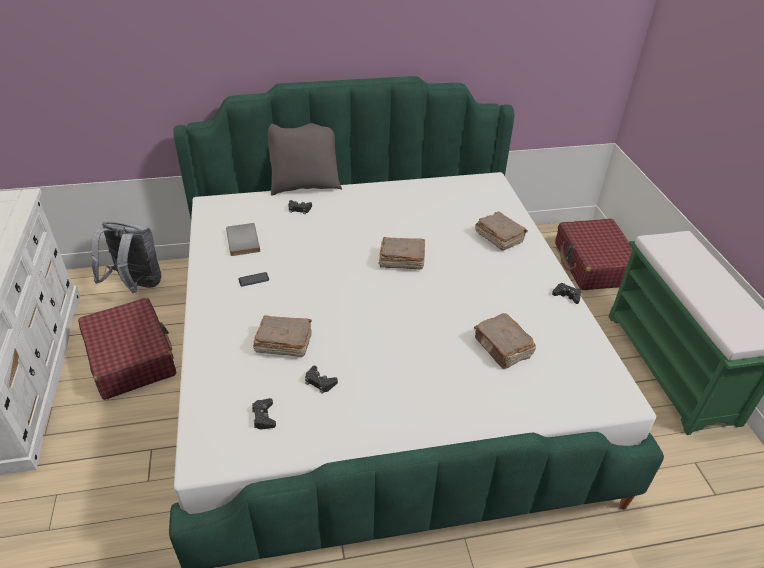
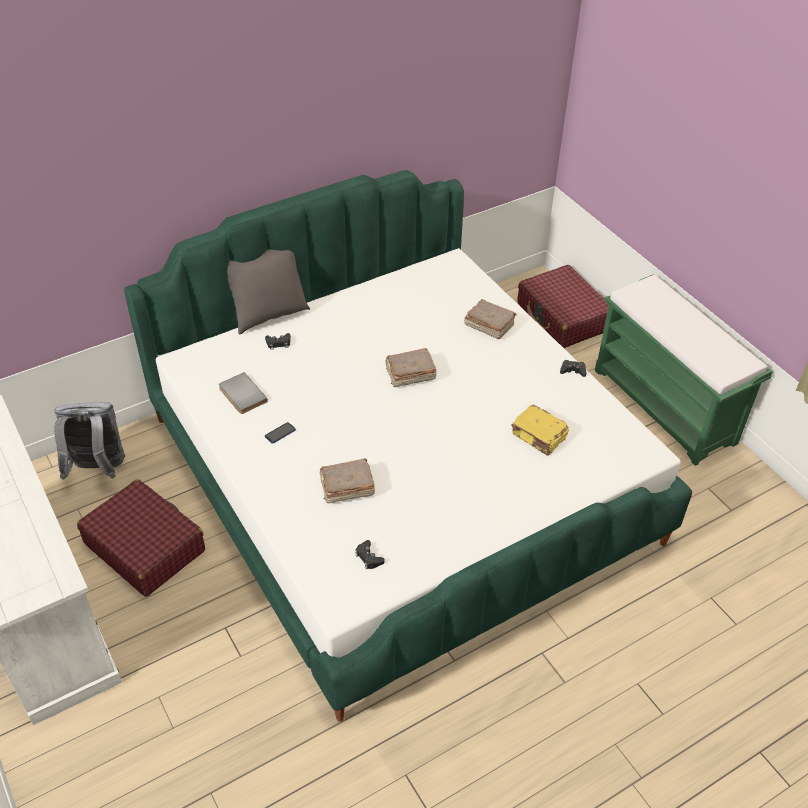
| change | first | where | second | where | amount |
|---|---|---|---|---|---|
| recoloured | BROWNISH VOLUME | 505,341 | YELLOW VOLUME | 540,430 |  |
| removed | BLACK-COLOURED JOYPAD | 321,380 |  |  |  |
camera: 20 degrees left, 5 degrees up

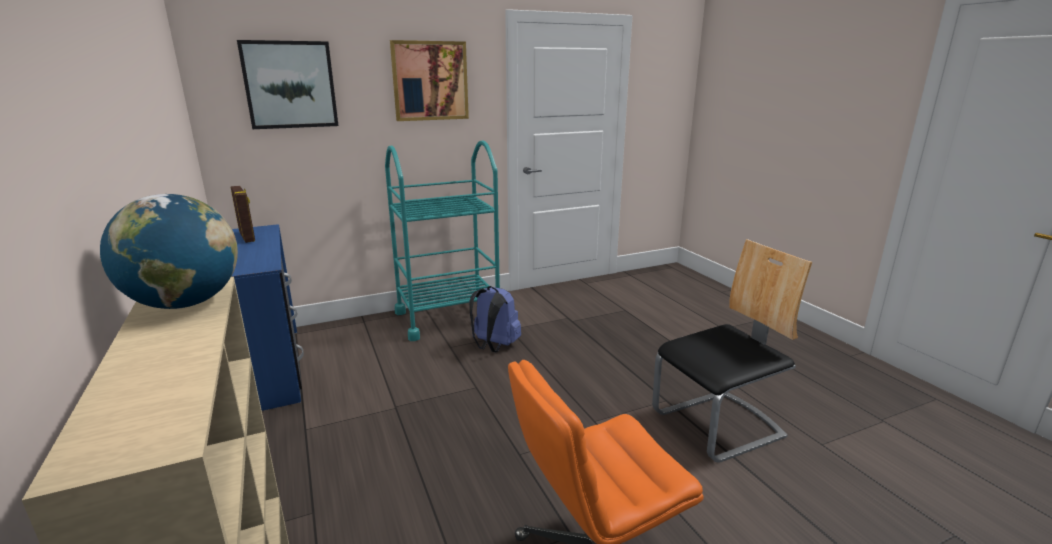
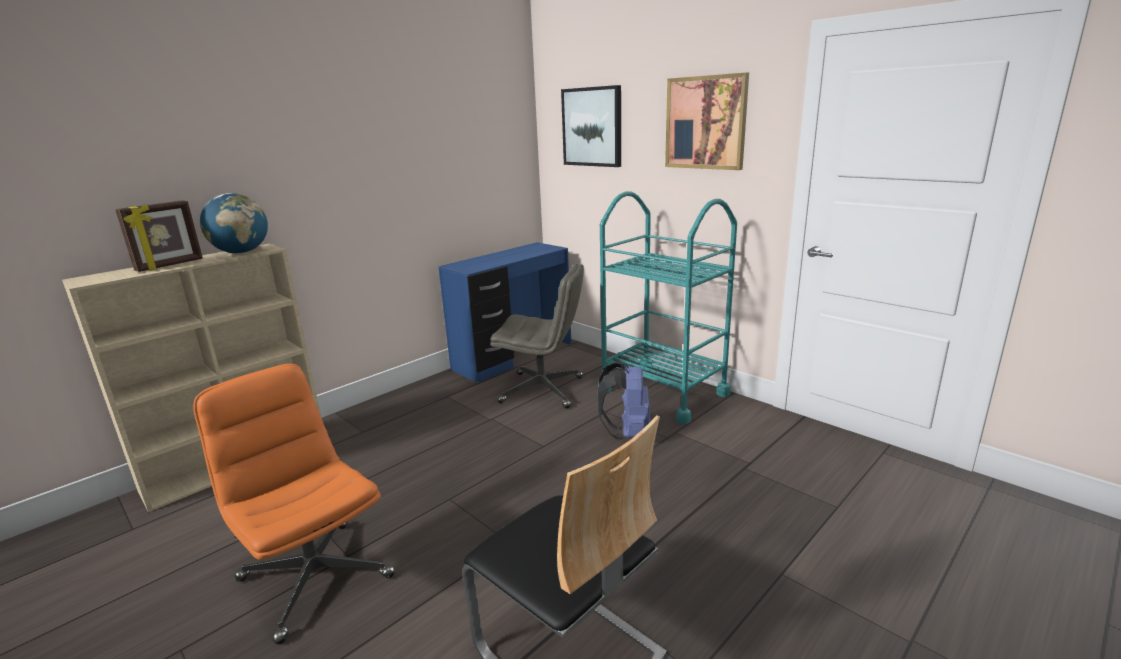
| change | first | where | second | where | amount |
|---|---|---|---|---|---|
| moved | PICTURE FRAME | 243,214 |  | 159,236 |  |
| added |  |  | GREYISH OFFICE CHAIR | 537,336 |  |
camera: 70 degrees right, 0 degrees up

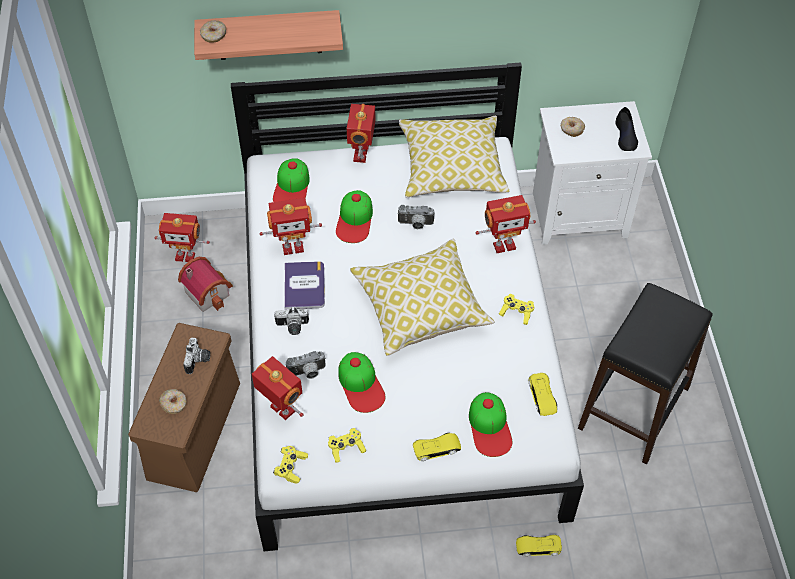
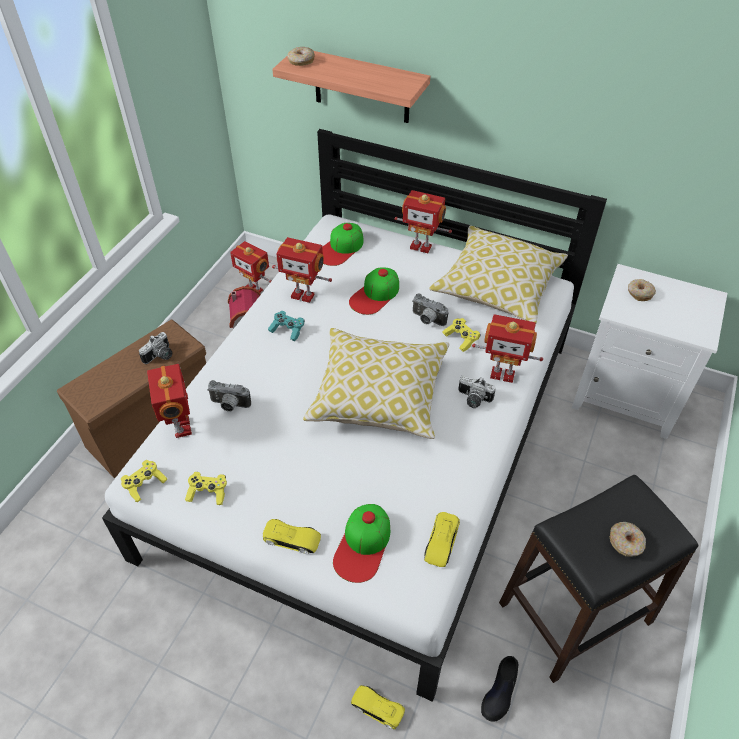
| change | first | where | second | where | amount |
|---|---|---|---|---|---|
| turned | ROBOT FIGURE | 361,133 |  | 423,221 | 105 degrees counterclockwise |
| moved | BLACK-COLOURED ITEM OF FOOTWEAR | 626,129 |  | 499,689 |  |
| replaced | VOLUME | 304,285 | TURQUOISE-COLOURED JOYPAD | 286,326 |  |
| moved | YELLOW JOYPAD | 516,309 |  | 462,335 |  |
| moved | STILL CAMERA | 292,321 |  | 477,391 |  |
| removed | BASEBALL CAP | 361,382 |  |  |  |
| moved | RING DOUGHNUT | 173,401 |  | 628,539 |  |
camera: 30 degrees right, 5 degrees down

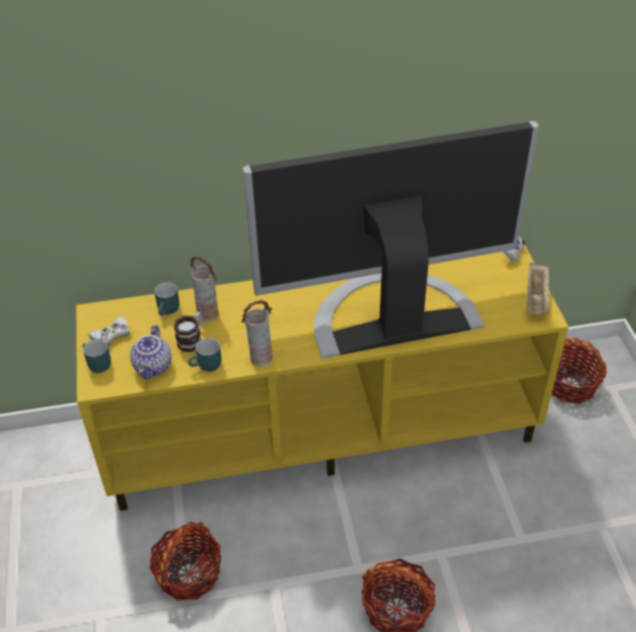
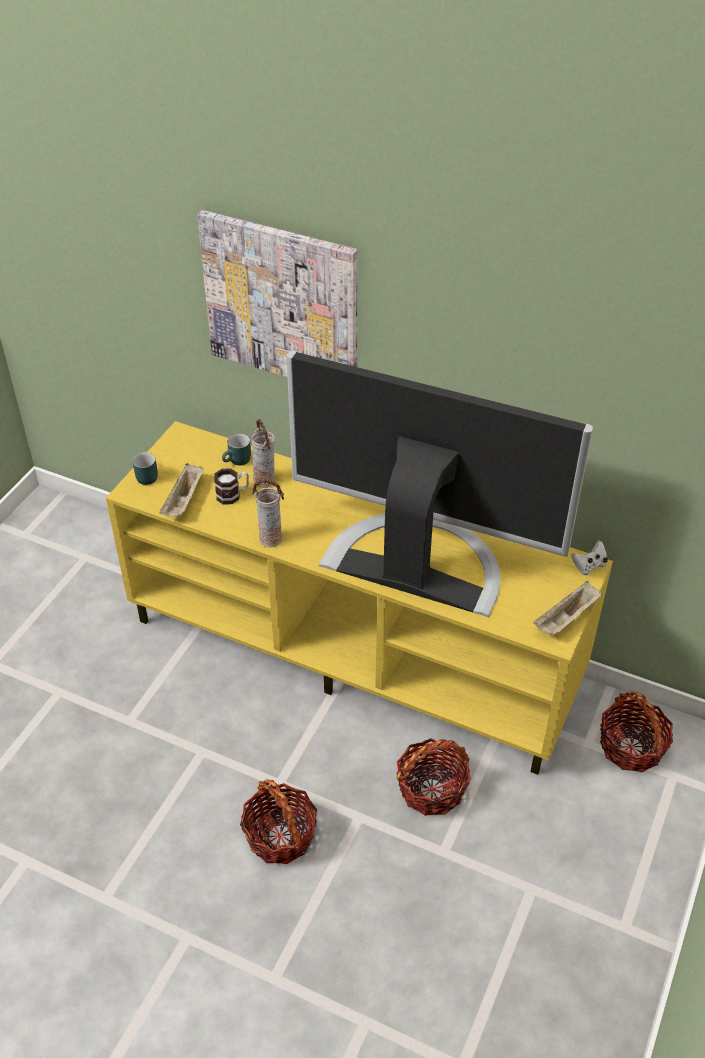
| change | first | where | second | where | amount |
|---|---|---|---|---|---|
| removed | WHITISH JOYPAD | 109,331 |  |  |  |
| replaced | POT FOR TEA | 150,352 | SAND-COLOURED CARRYING TRAY | 181,490 |  |
| removed | TURQUOISE-COLOURED MUG | 204,355 |  |  |  |
| moved | HOUSEHOLD BASKET | 185,561 |  | 434,777 |  |
| added |  |  | WALL PICTURE | 277,293 |  |
camera: 35 degrees right, 0 degrees up

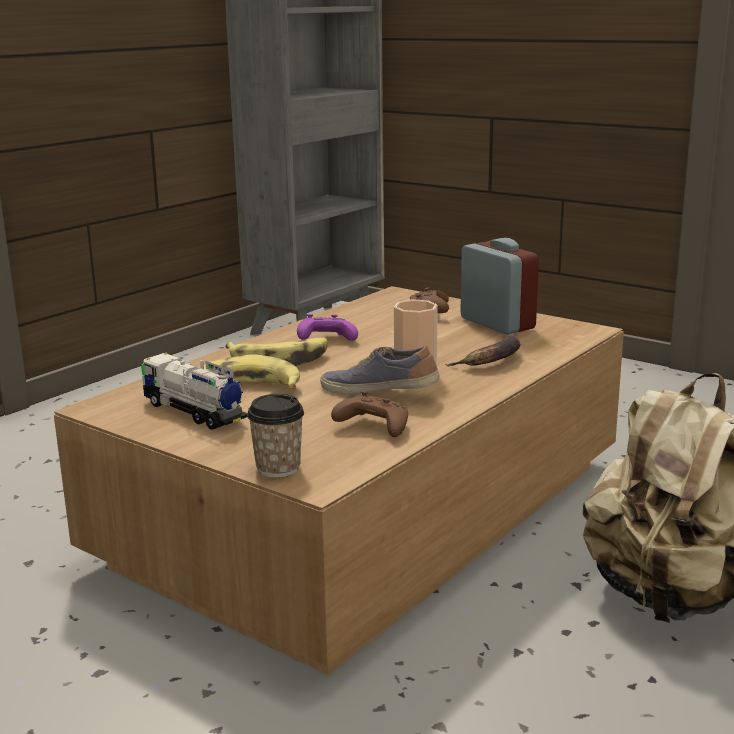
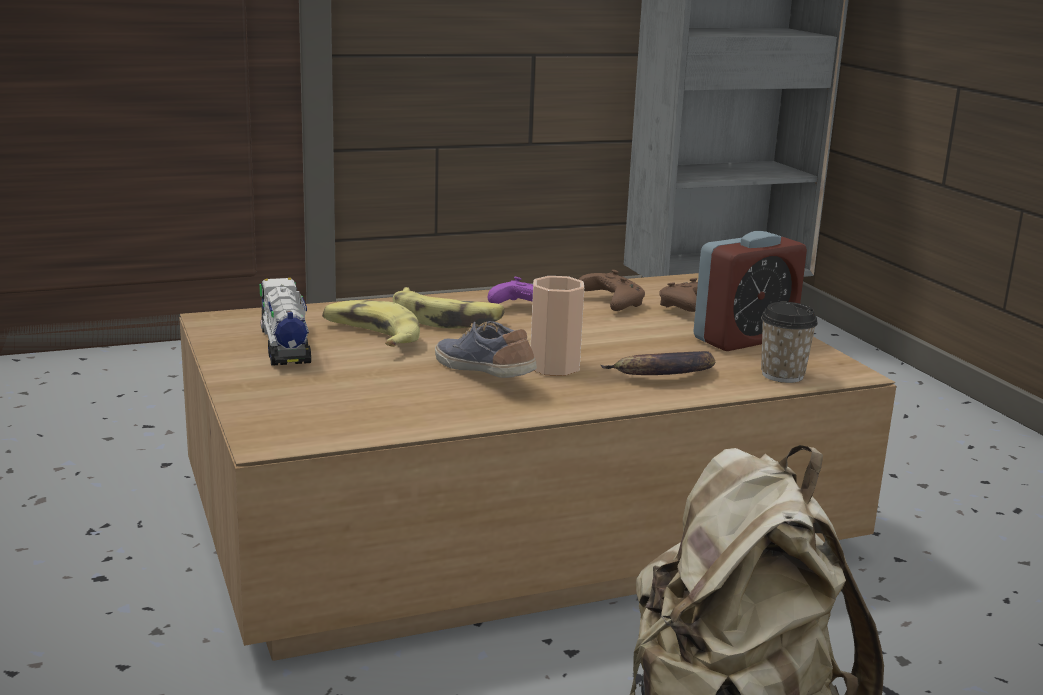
| change | first | where | second | where | amount |
|---|---|---|---|---|---|
| turned | BEDSIDE CLOCK | 500,286 |  | 750,291 | 60 degrees clockwise |
| moved | BROWNISH JOYPAD | 369,414 |  | 611,290 |  |
| moved | CUP | 275,436 |  | 789,342 |  |
camera: 30 degrees right, 0 degrees up

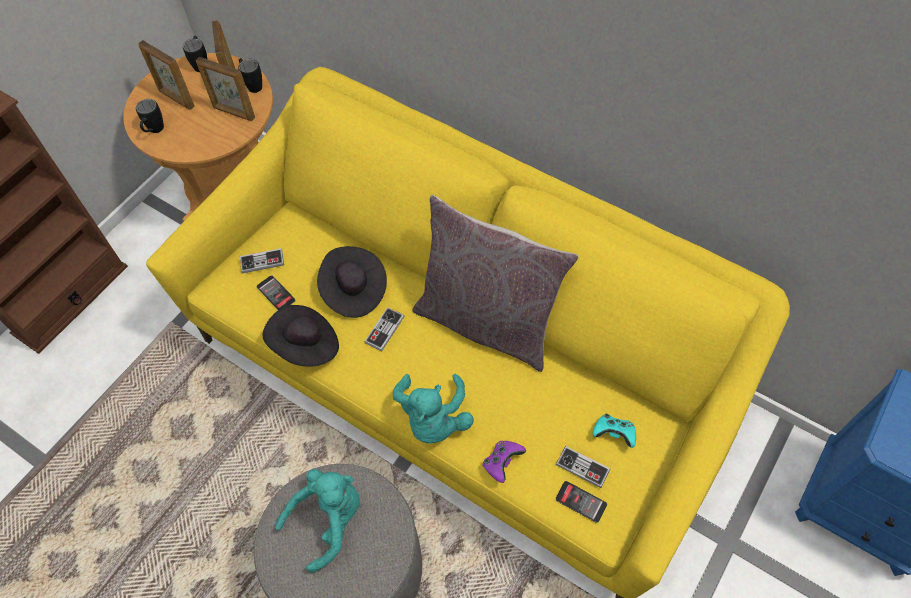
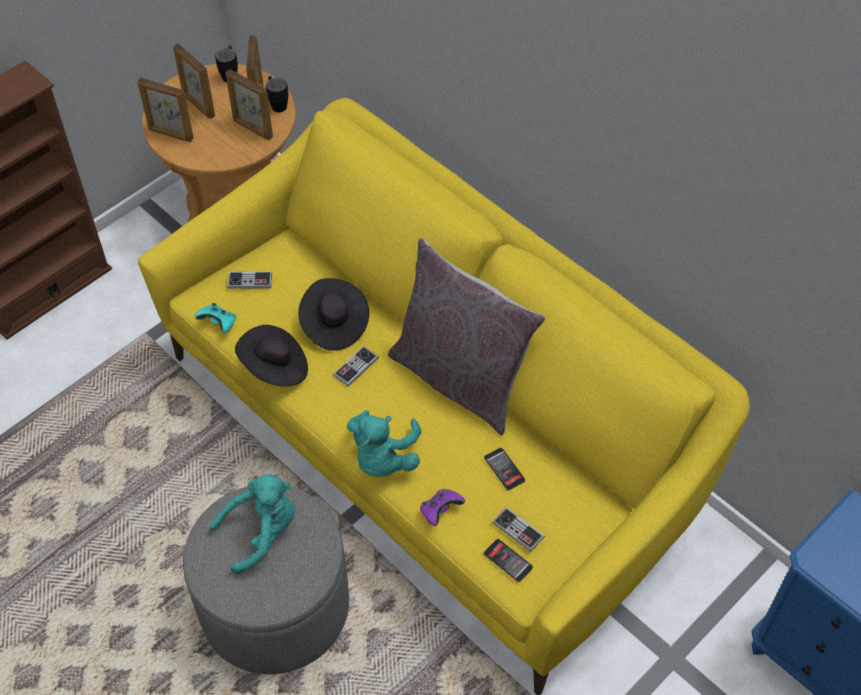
| change | first | where | second | where | amount |
|---|---|---|---|---|---|
| replaced | BLACK-COLOURED MUG | 150,116 | PICTURE FRAME | 165,110 |  |
| moved | HANDSET | 276,292 |  | 504,469 |  |
| moved | TURQUOISE-COLOURED JOYPAD | 614,431 |  | 216,318 |  |
camera: 10 degrees right, 5 degrees down

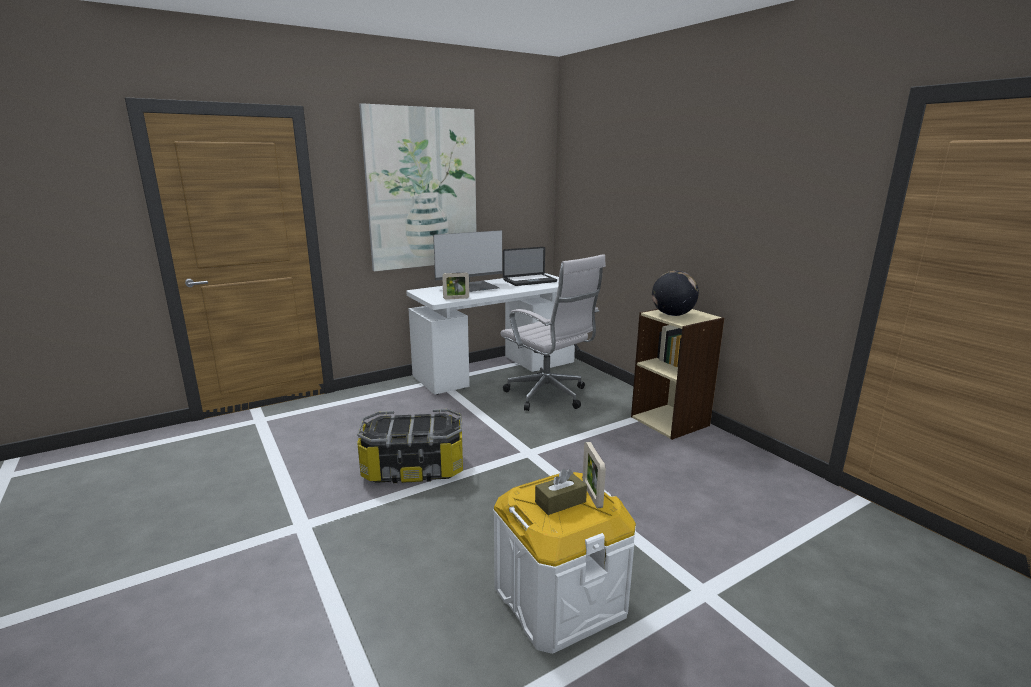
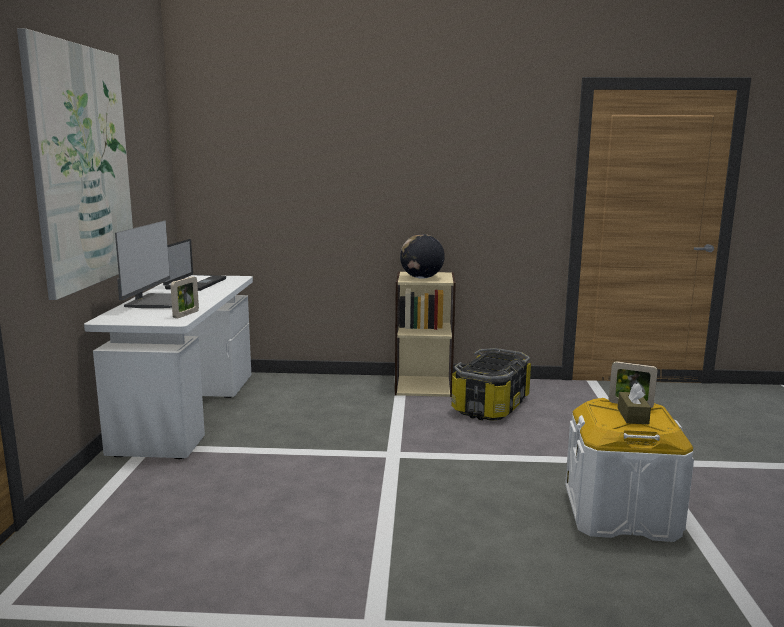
| change | first | where | second | where | amount |
|---|---|---|---|---|---|
| removed | WHITISH OFFICE CHAIR | 553,332 |  |  |  |
| moved | STORAGE CONTAINER | 410,446 |  | 491,384 |  |
camera: 55 degrees left, 5 degrees down

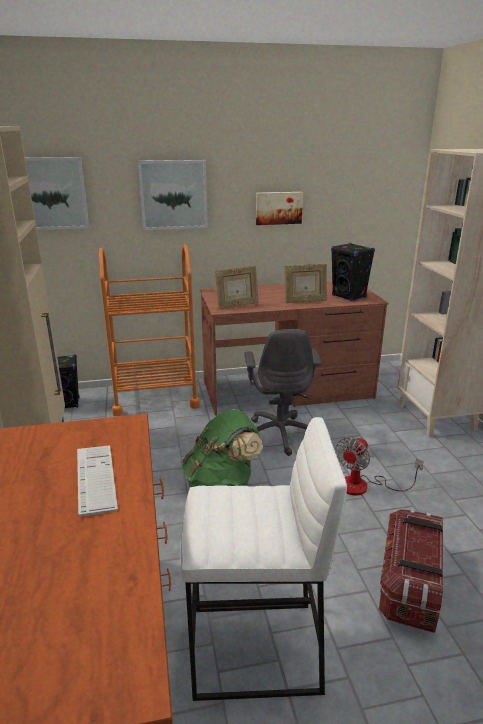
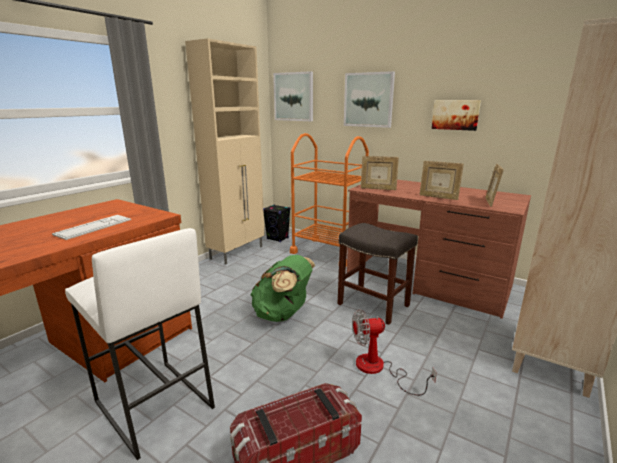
| change | first | where | second | where | amount |
|---|---|---|---|---|---|
| replaced | BLACK-COLOURED LOUDSPEAKER | 353,272 | PICTURE FRAME | 494,185 |  |
| replaced | GREYISH OFFICE CHAIR | 282,392 | GREYISH SITTING STOOL | 378,274 |  |
camera: 45 degrees right, 5 degrees down

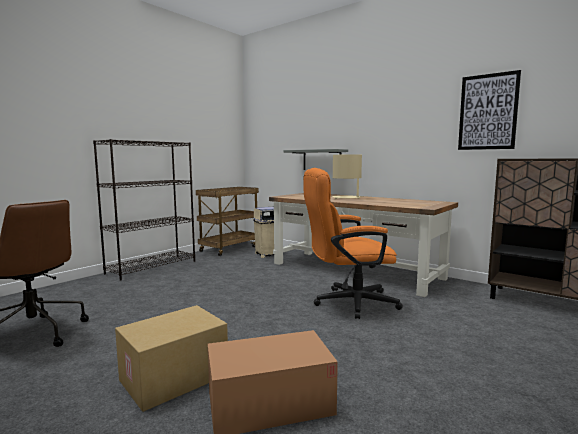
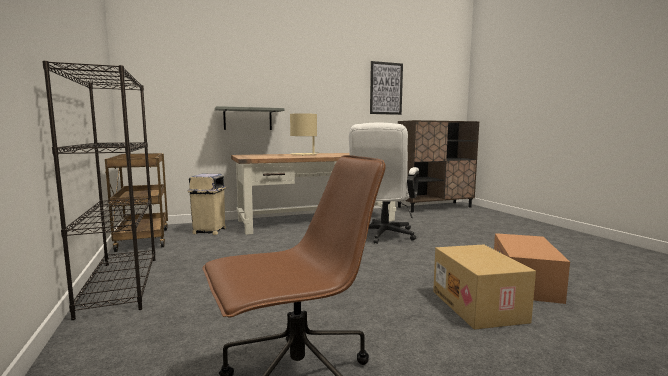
| change | first | where | second | where | amount |
|---|---|---|---|---|---|
| recoloured | ORANGE-COLOURED OFFICE CHAIR | 353,243 | WHITISH OFFICE CHAIR | 384,183 |  |
camera: 60 degrees left, 0 degrees up

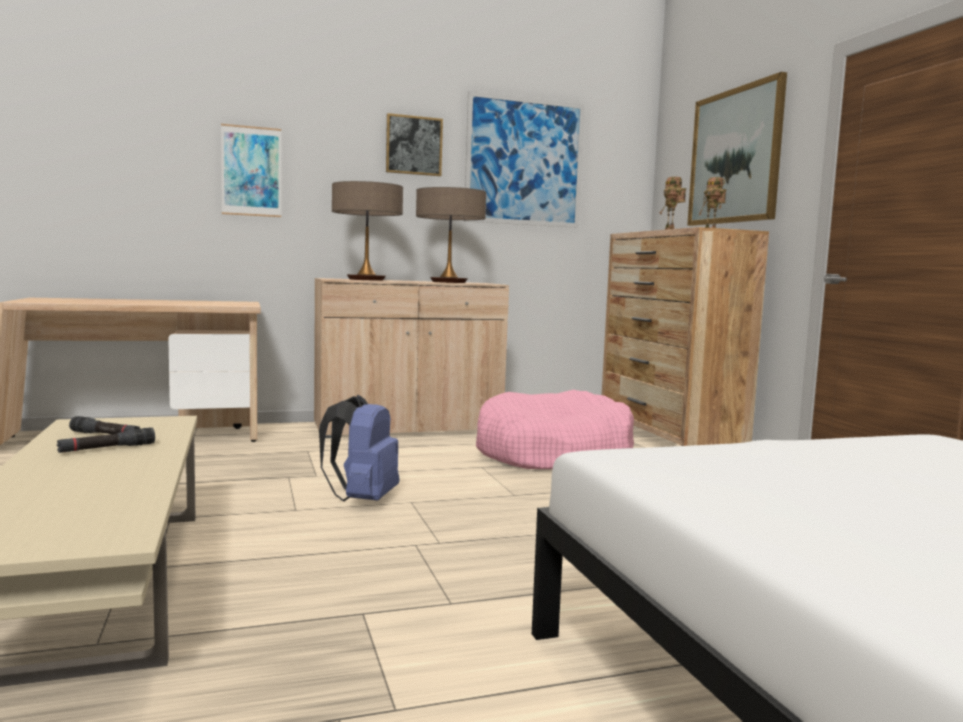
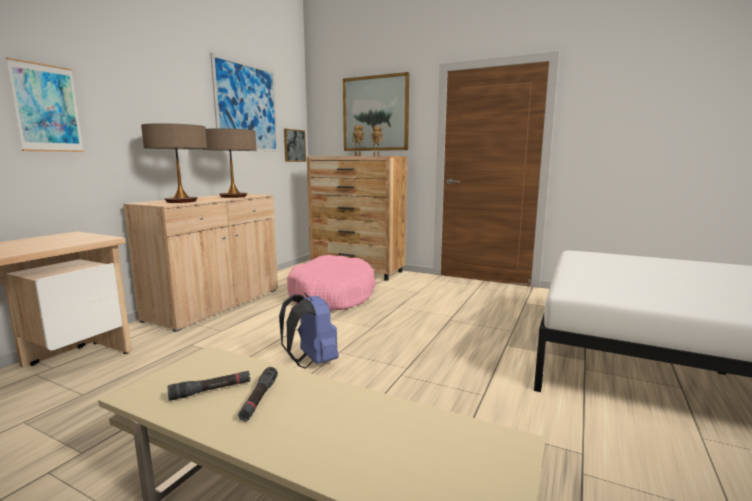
| change | first | where | second | where | amount |
|---|---|---|---|---|---|
| moved | WALL PICTURE | 414,144 |  | 295,145 |  |
camera: 45 degrees left, 5 degrees up

